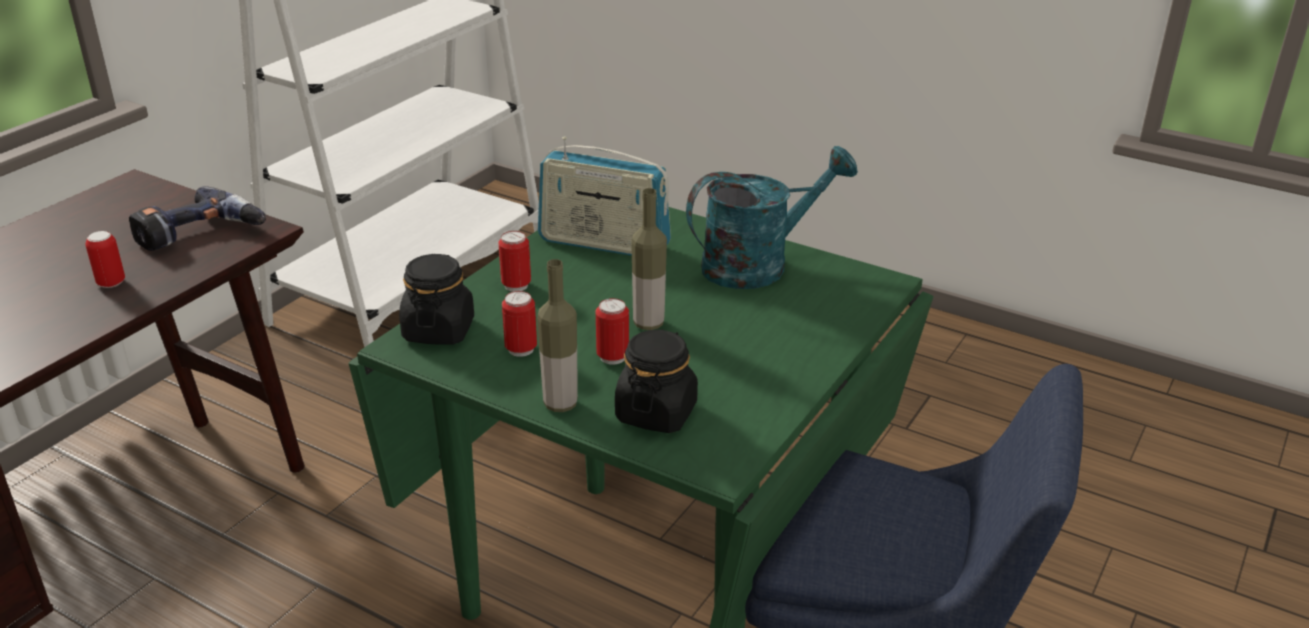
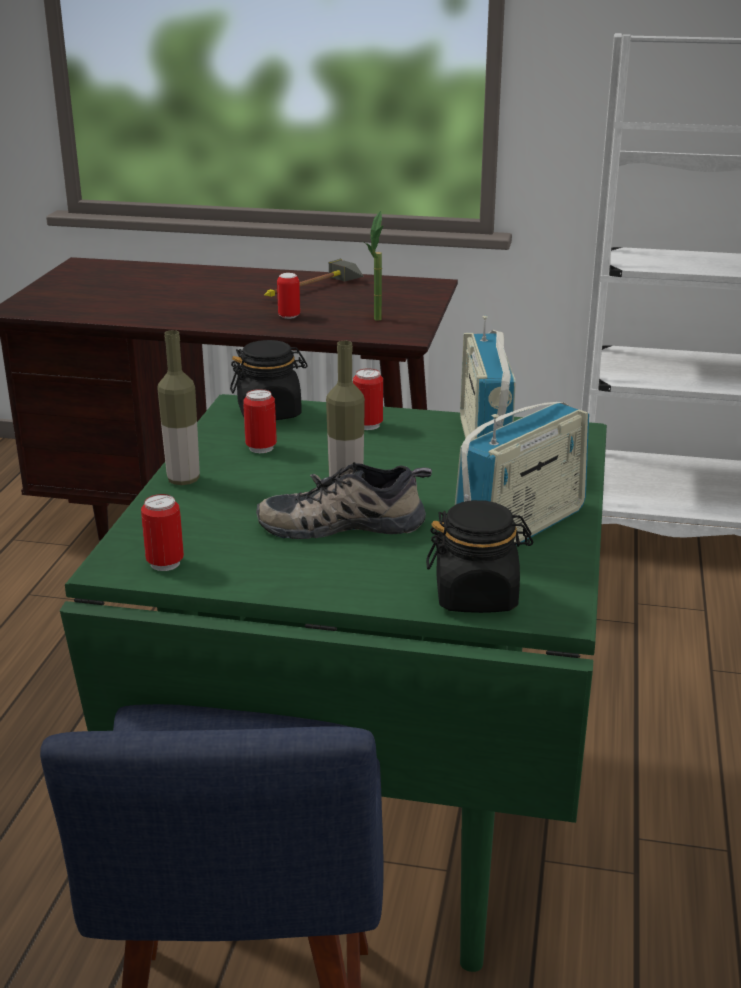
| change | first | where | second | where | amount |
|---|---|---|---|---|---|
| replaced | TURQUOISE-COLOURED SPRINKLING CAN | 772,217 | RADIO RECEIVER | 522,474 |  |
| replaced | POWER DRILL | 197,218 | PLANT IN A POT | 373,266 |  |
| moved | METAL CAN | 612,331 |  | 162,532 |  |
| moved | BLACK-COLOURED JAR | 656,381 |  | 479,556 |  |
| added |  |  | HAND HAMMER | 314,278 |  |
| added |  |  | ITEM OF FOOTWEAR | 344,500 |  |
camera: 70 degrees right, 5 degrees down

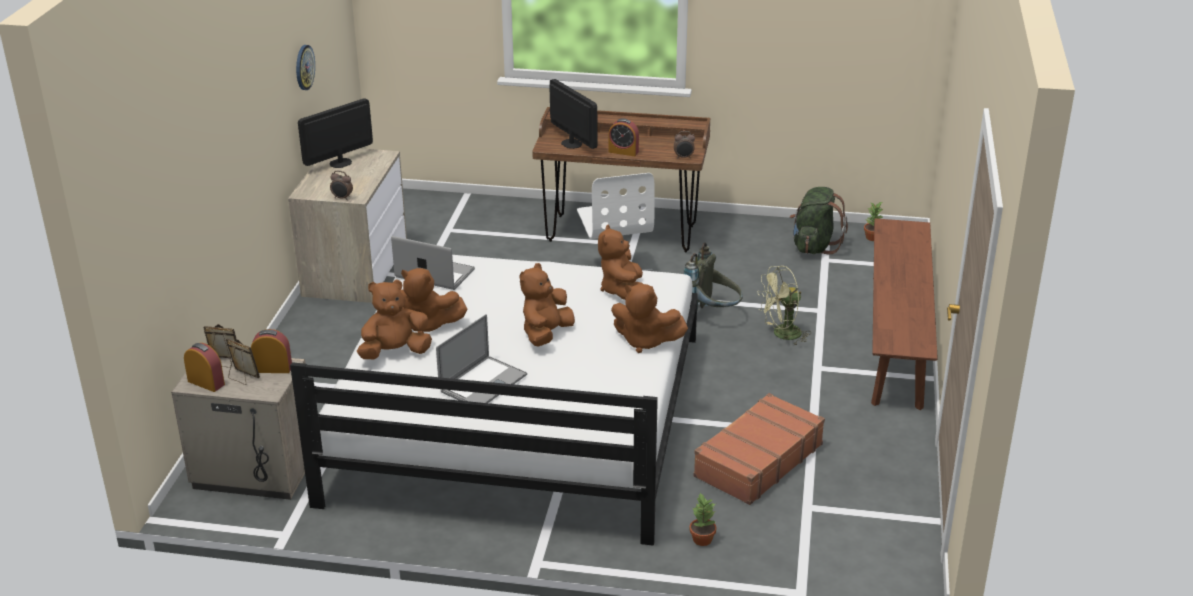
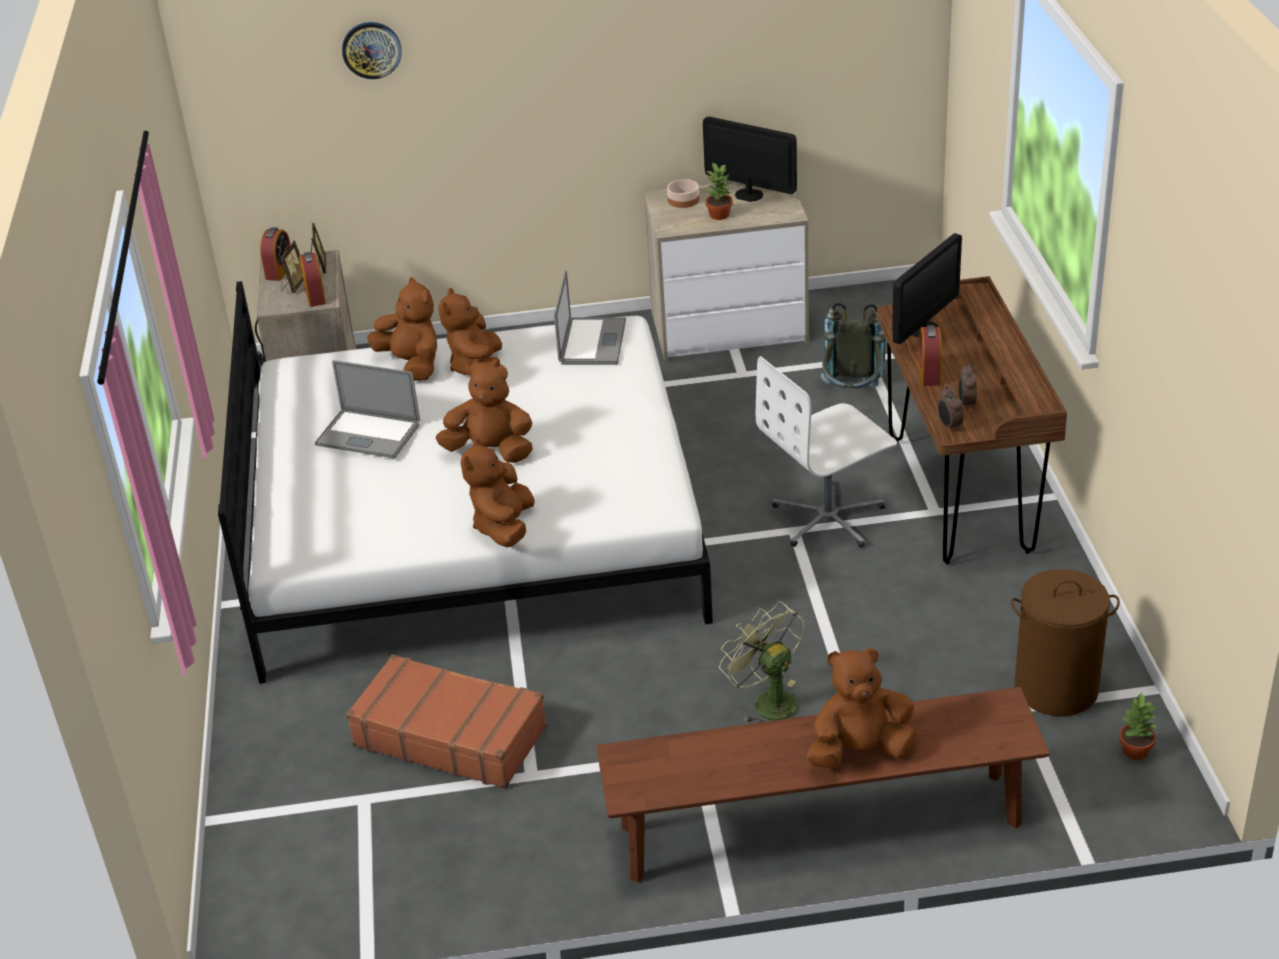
| change | first | where | second | where | amount |
|---|---|---|---|---|---|
| moved | CLOCK ON THE WALL | 305,67 |  | 372,50 |  |
| moved | BEDSIDE CLOCK | 341,185 |  | 968,387 |  |
| replaced | GREENISH BACKPACK | 819,220 | BROWNISH WASHING BASKET | 1065,642 |  |
| moved | BROWNISH PLUSH TOY | 620,262 |  | 862,707 |  |
| moved | GREYISH BACKPACK | 713,276 |  | 853,345 |  |
| moved | PLANT IN A POT | 702,519 |  | 719,191 |  |
| added |  |  | SERVING BOWL | 683,193 |  |
camera: 75 degrees right, 5 degrees up

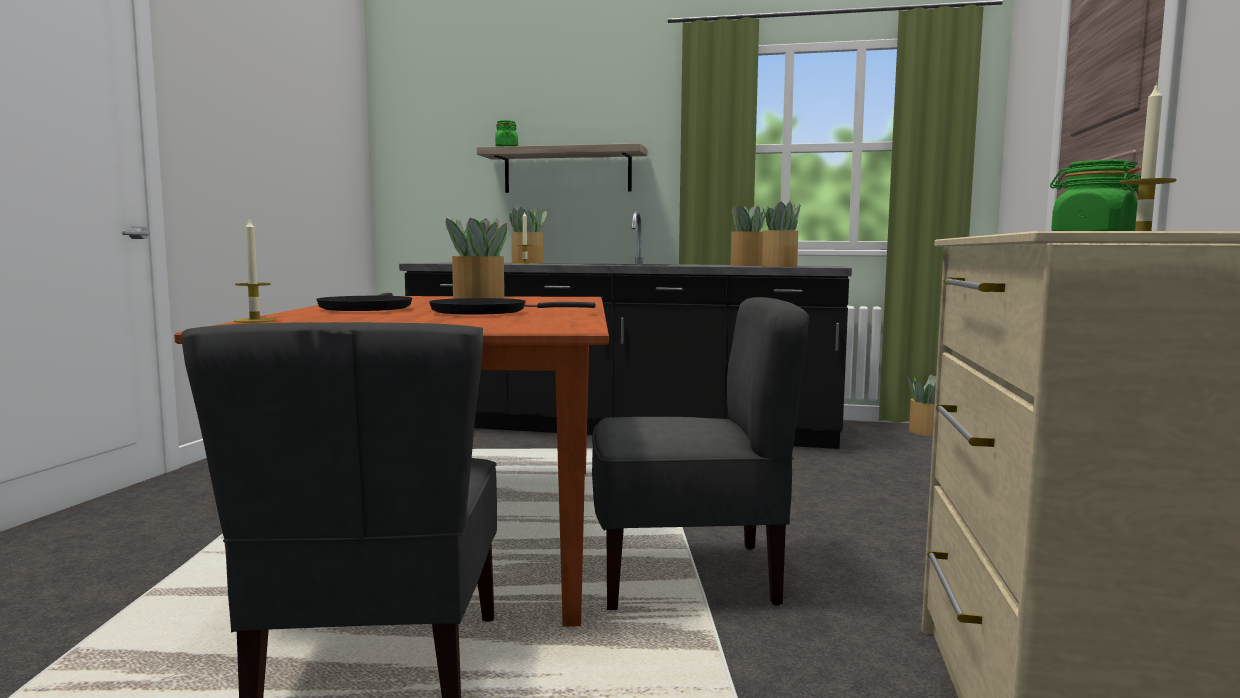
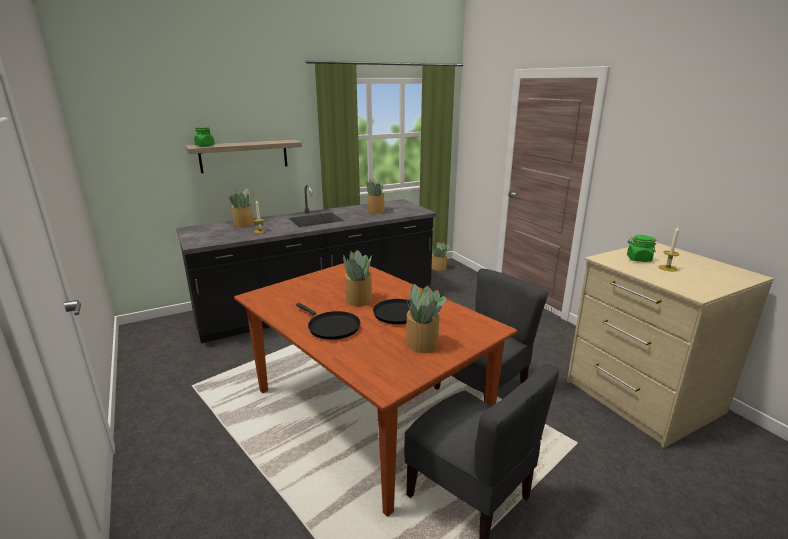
| change | first | where | second | where | amount |
|---|---|---|---|---|---|
| moved | PLANT IN A POT | 781,234 |  | 425,318 |  |
| removed | CANDLE | 255,270 |  |  |  |
camera: 40 degrees left, 15 degrees up

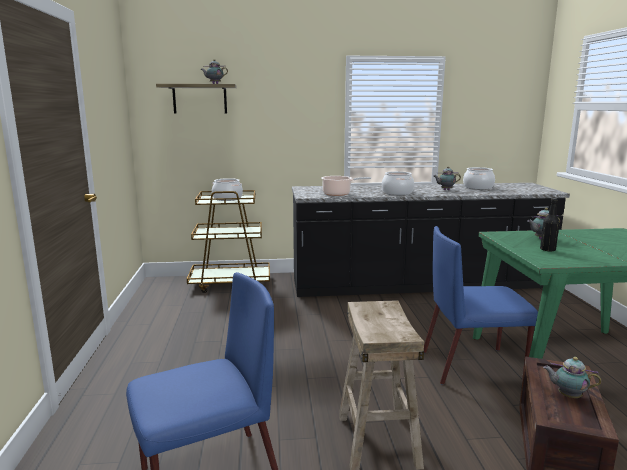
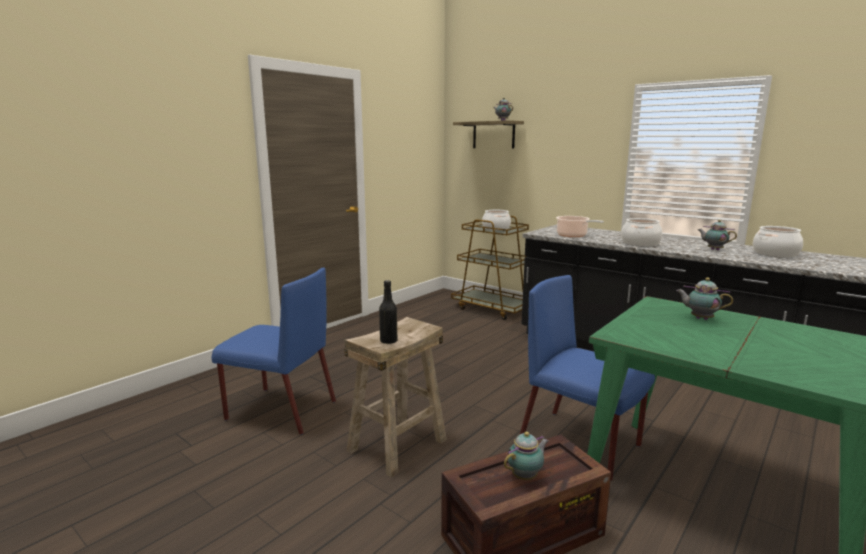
| change | first | where | second | where | amount |
|---|---|---|---|---|---|
| moved | BLACK-COLOURED BOTTLE | 550,225 |  | 388,312 |  |
| turned | POT FOR TEA | 572,377 |  | 526,456 | 75 degrees clockwise |
camera: 45 degrees right, 0 degrees up

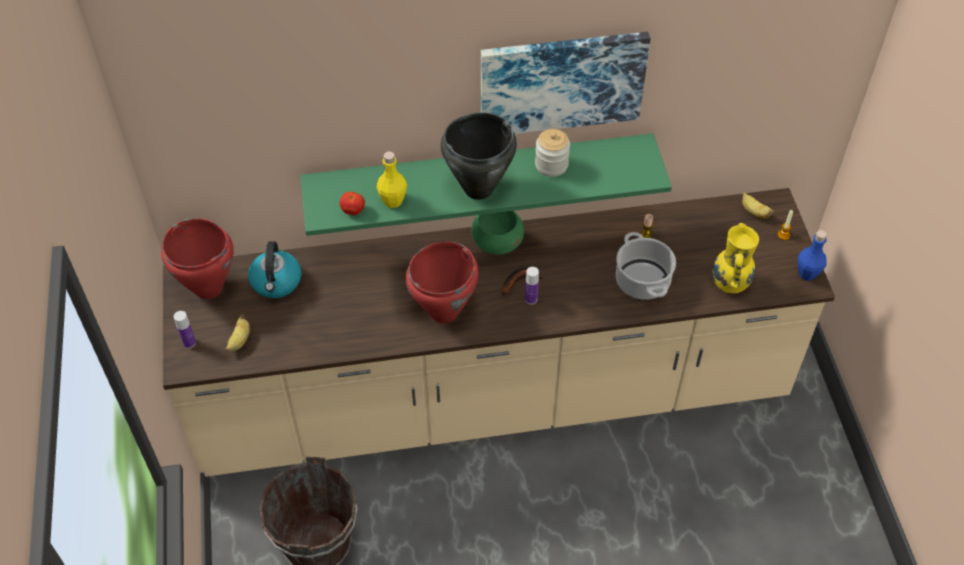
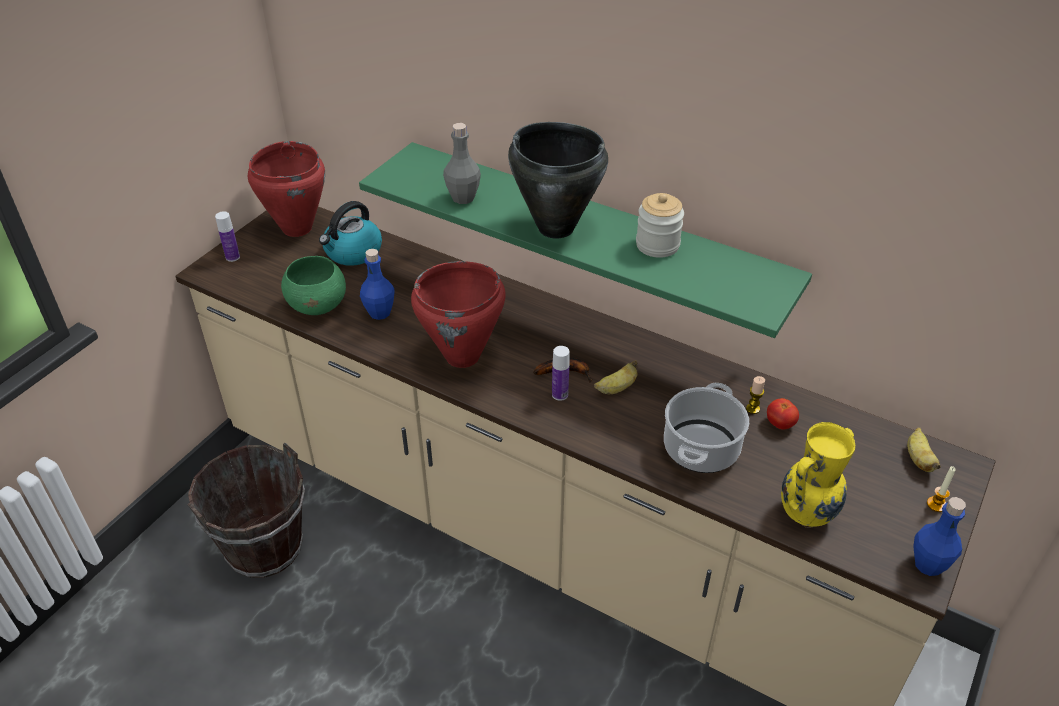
| change | first | where | second | where | amount |
|---|---|---|---|---|---|
| removed | WALL PICTURE | 566,83 |  |  |  |
| recoloured | YELLOW BOTTLE | 391,179 | GREYISH BOTTLE | 462,163 |  |
| moved | FRESH TOMATO | 352,203 |  | 783,414 |  |
| moved | GREENISH SERVING BOWL | 498,232 |  | 313,285 |  |
| moved | WHOLE BANANA | 238,332 |  | 616,377 |  |
| added |  |  | BLUISH BOTTLE | 377,284 |  |
camera: 40 degrees right, 10 degrees down

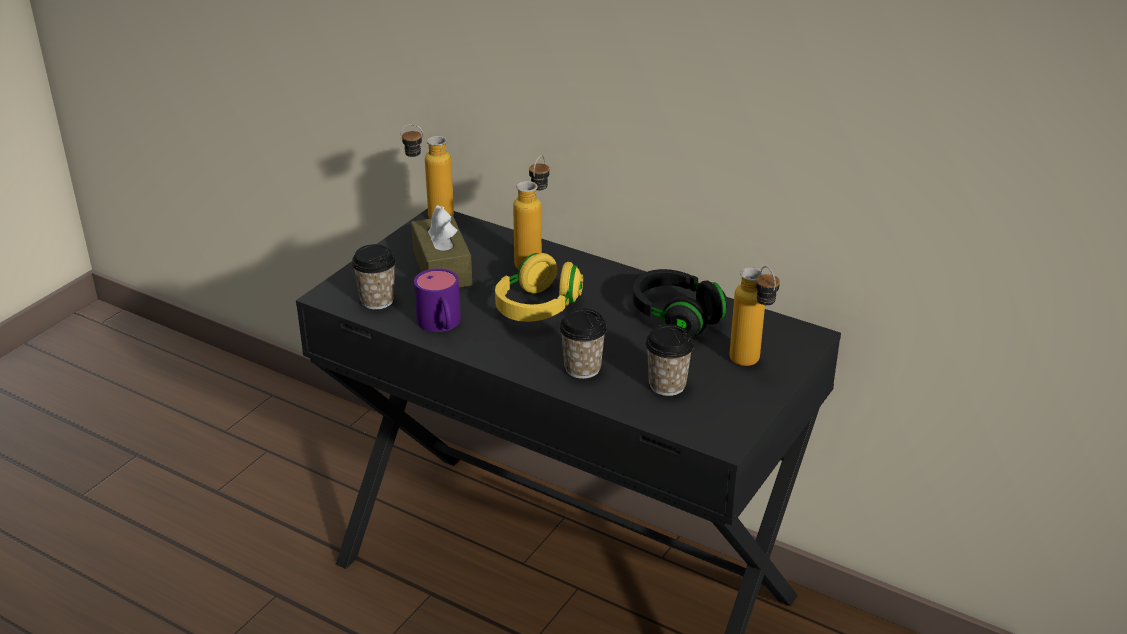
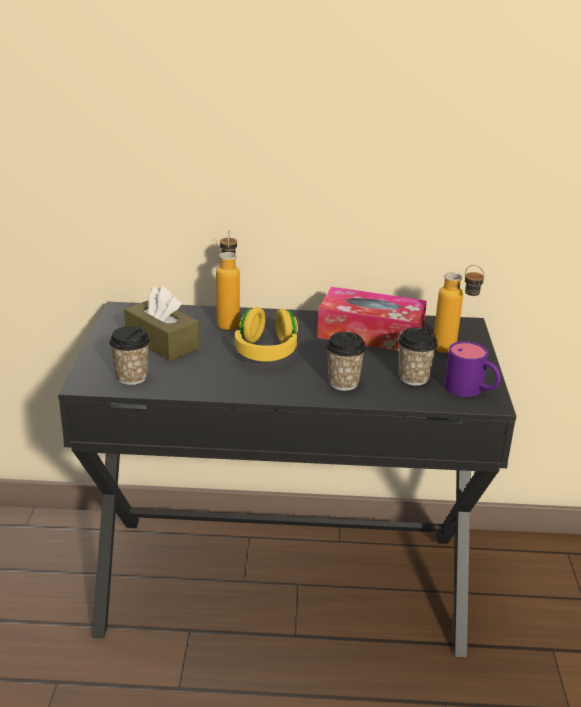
| change | first | where | second | where | amount |
|---|---|---|---|---|---|
| removed | BOTTLE | 427,171 |  |  |  |
| moved | PURPLE-COLOURED MUG | 437,300 |  | 472,369 |  |
| replaced | BLACK-COLOURED PAIR OF HEADPHONES | 680,303 | TISSUE HOLDER | 372,319 |  |
camera: 30 degrees left, 5 degrees down

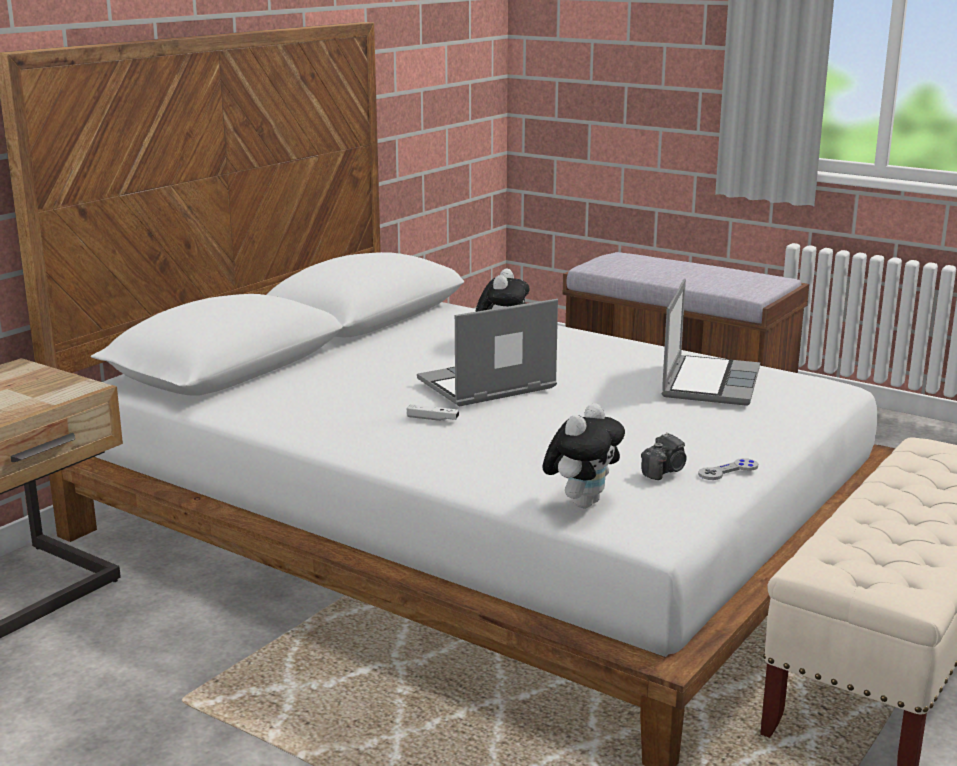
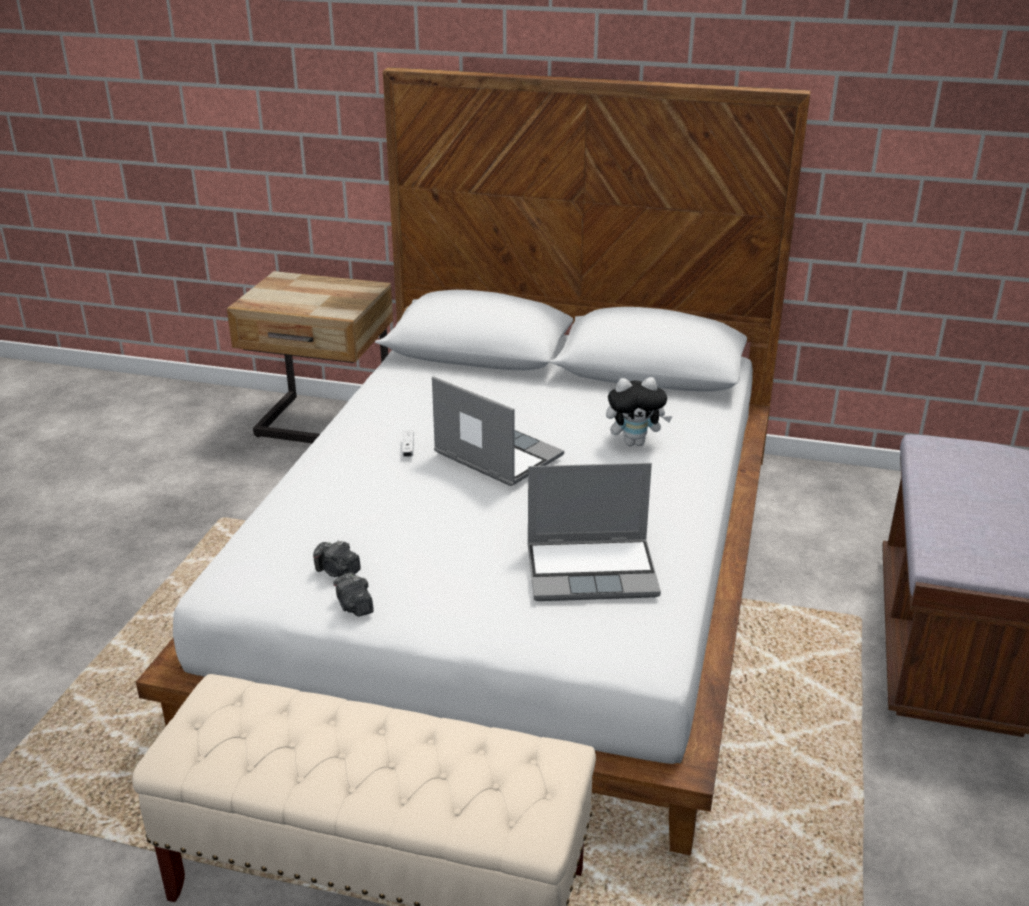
| change | first | where | second | where | amount |
|---|---|---|---|---|---|
| removed | PLUSH TOY | 584,455 |  |  |  |
| replaced | GREYISH JOYPAD | 728,469 | STILL CAMERA | 353,594 |  |
camera: 70 degrees right, 10 degrees up

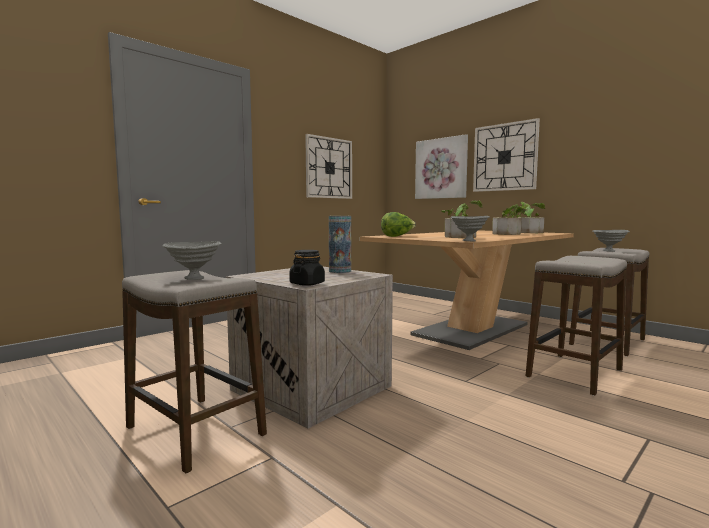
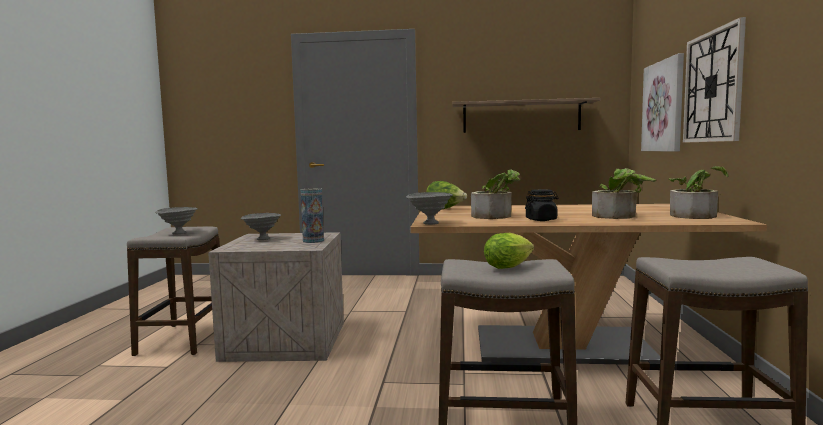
| change | first | where | second | where | amount |
|---|---|---|---|---|---|
| replaced | CLOCK ON THE WALL | 328,166 | SHELF | 526,115 |  |
| moved | GREYISH SERVING BOWL | 611,241 |  | 261,226 |  |
| moved | BLACK-COLOURED JAR | 307,268 |  | 541,205 |  |
| added |  |  | HEAD OF LETTUCE | 509,251 |  |
camera: 50 degrees right, 0 degrees up

